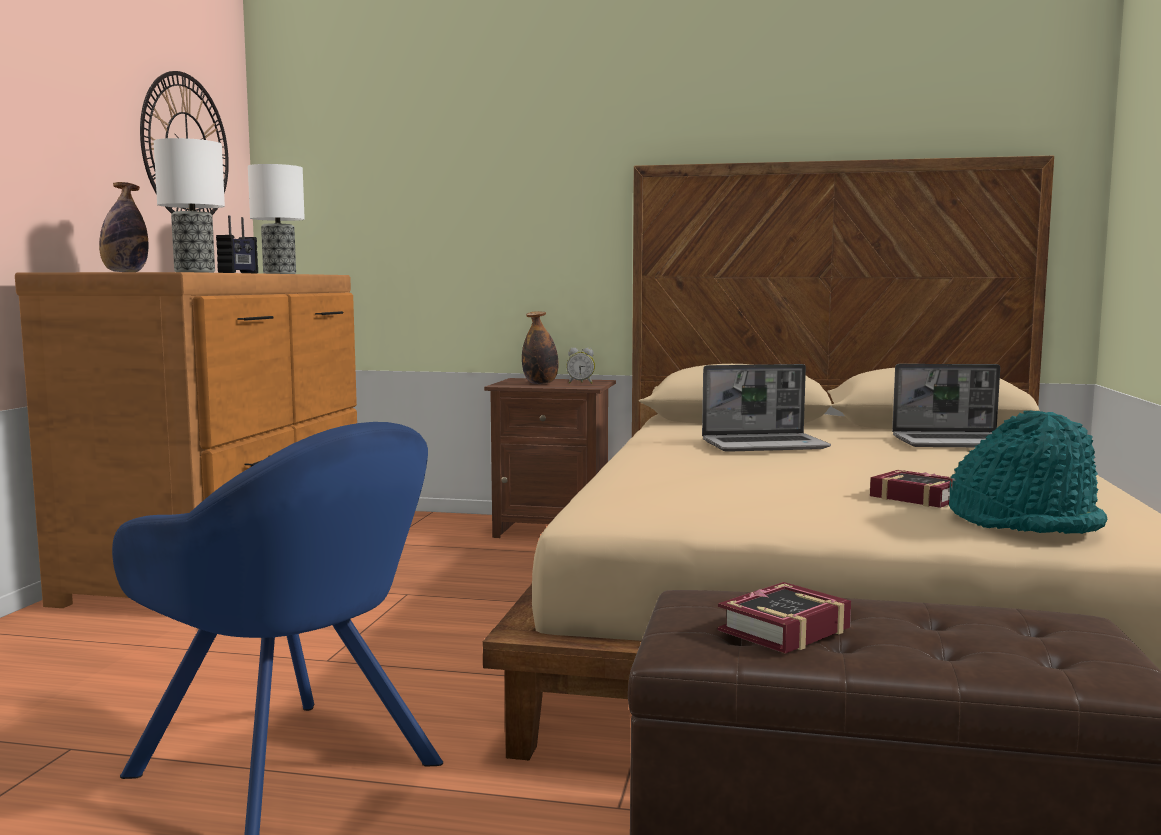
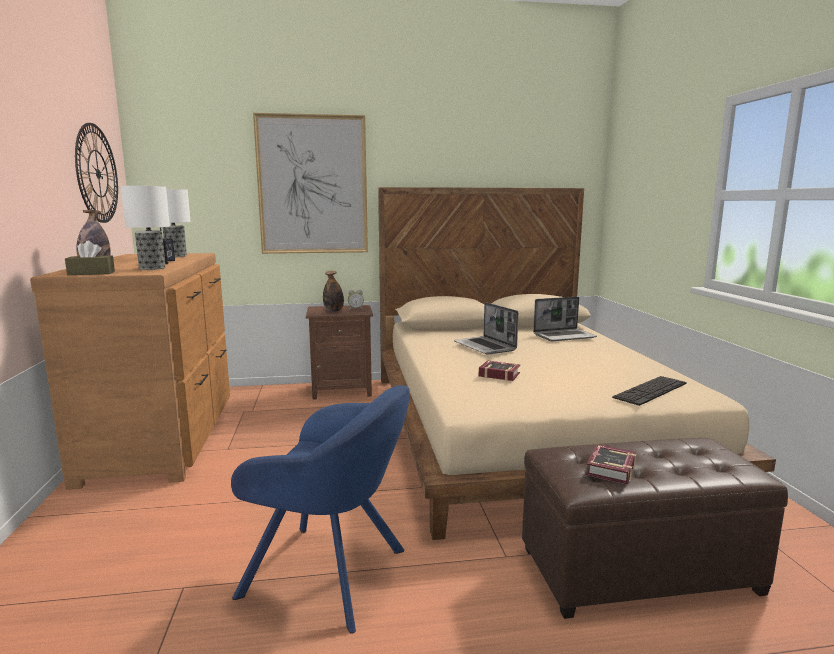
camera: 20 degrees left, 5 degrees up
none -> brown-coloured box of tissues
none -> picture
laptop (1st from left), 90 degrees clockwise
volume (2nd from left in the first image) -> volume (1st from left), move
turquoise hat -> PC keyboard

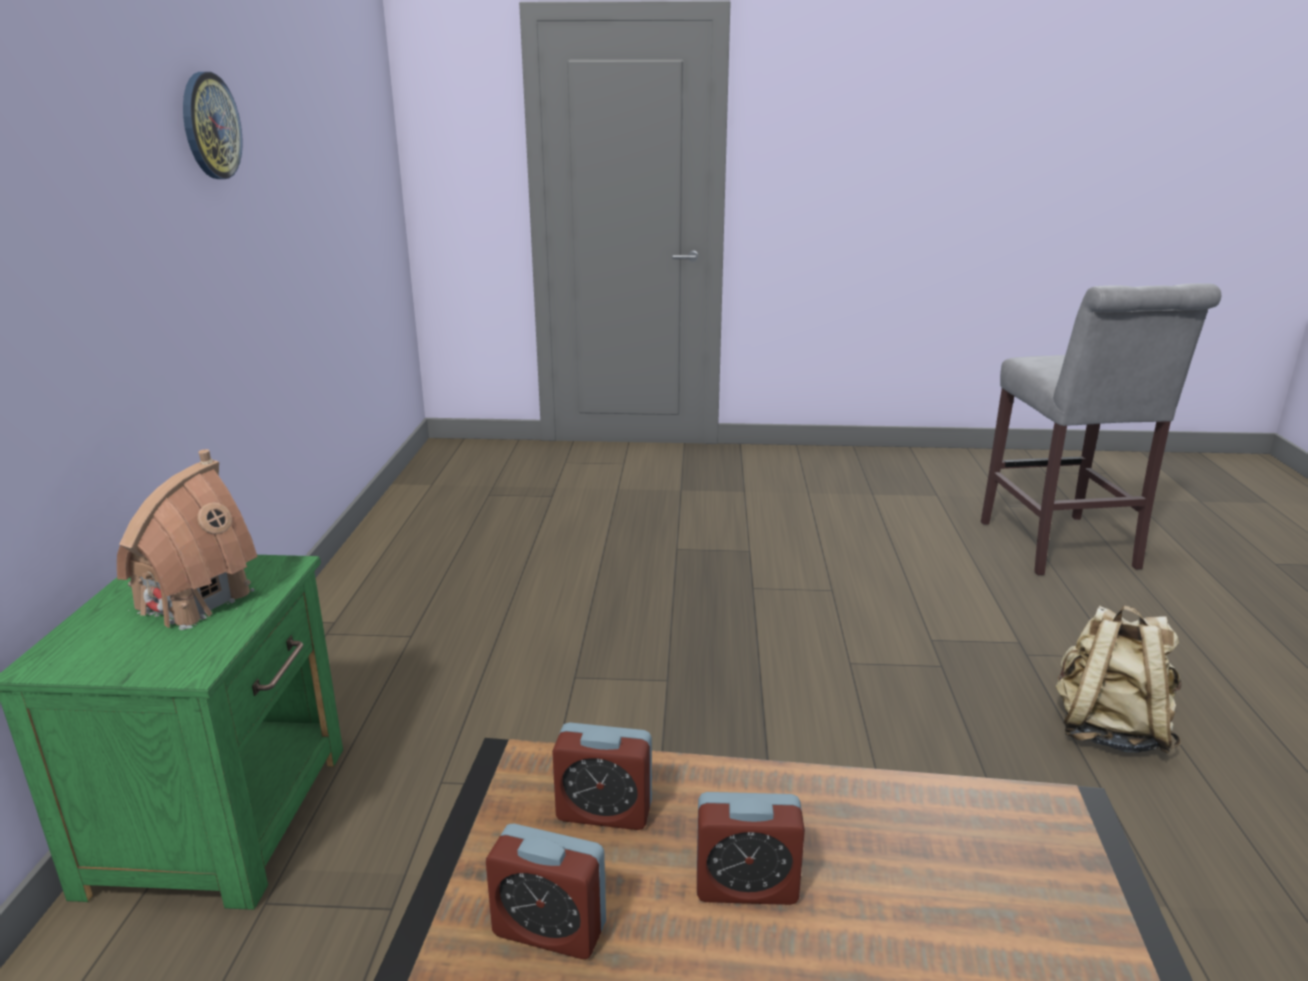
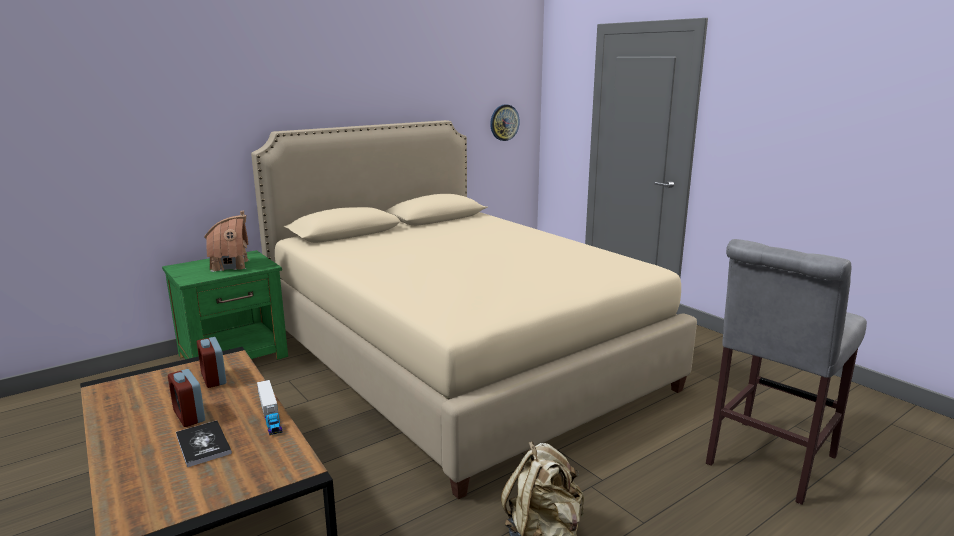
camera: 50 degrees right, 5 degrees down
none -> volume
none -> beige-coloured sleeping bed
none -> model truck
hanging clock, move
alarm clock (1st from left) -> none

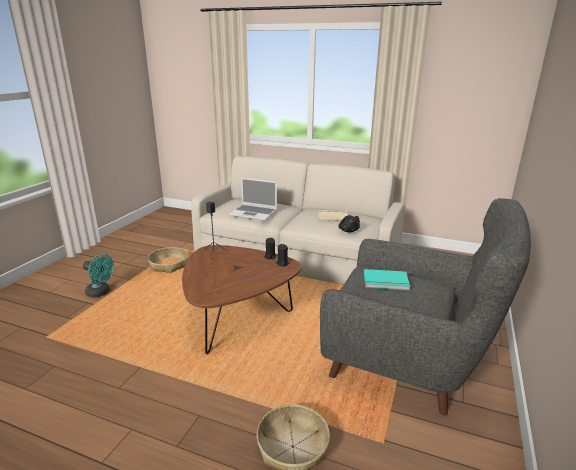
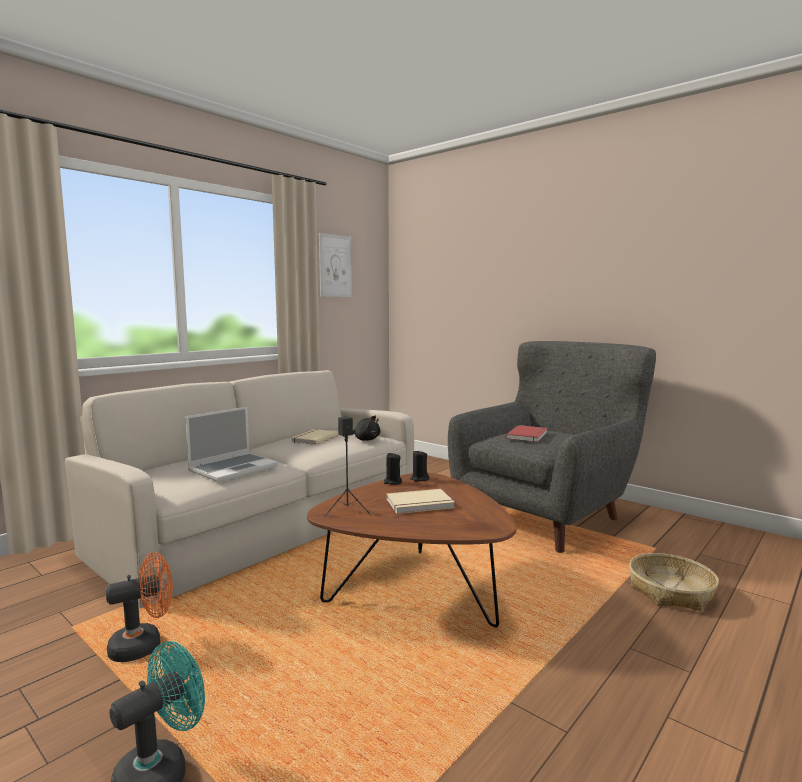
camera: 70 degrees left, 15 degrees down
basket (1st from left) -> orange-coloured cooling fan
none -> picture
none -> beige-coloured volume (2nd from left)
turquoise volume -> red-coloured volume

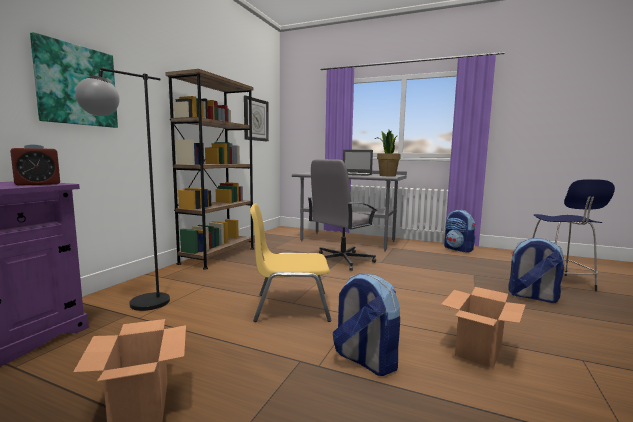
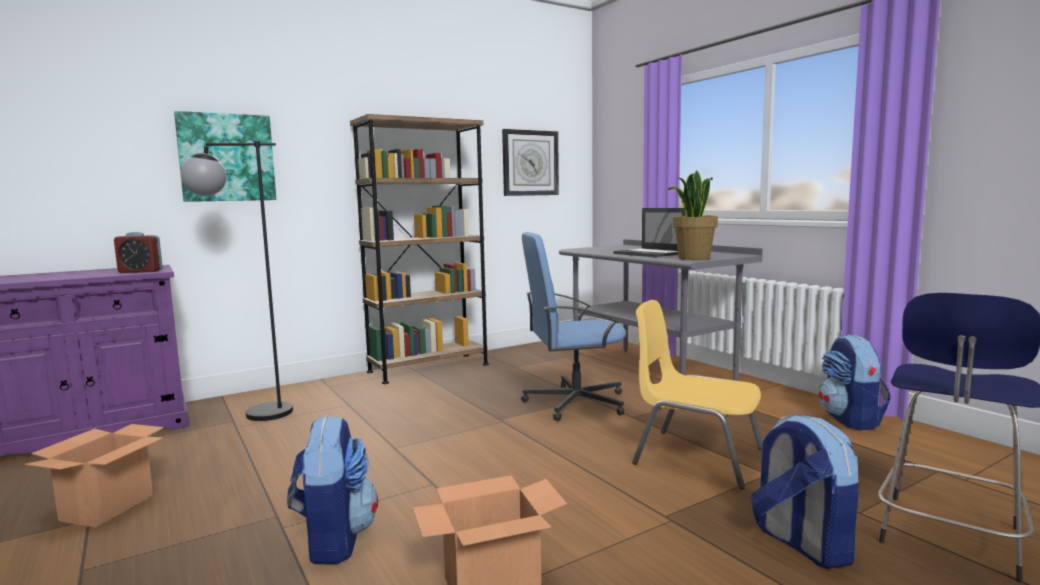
camera: 35 degrees right, 0 degrees up
gray office chair -> blue office chair
yellowish chair, move

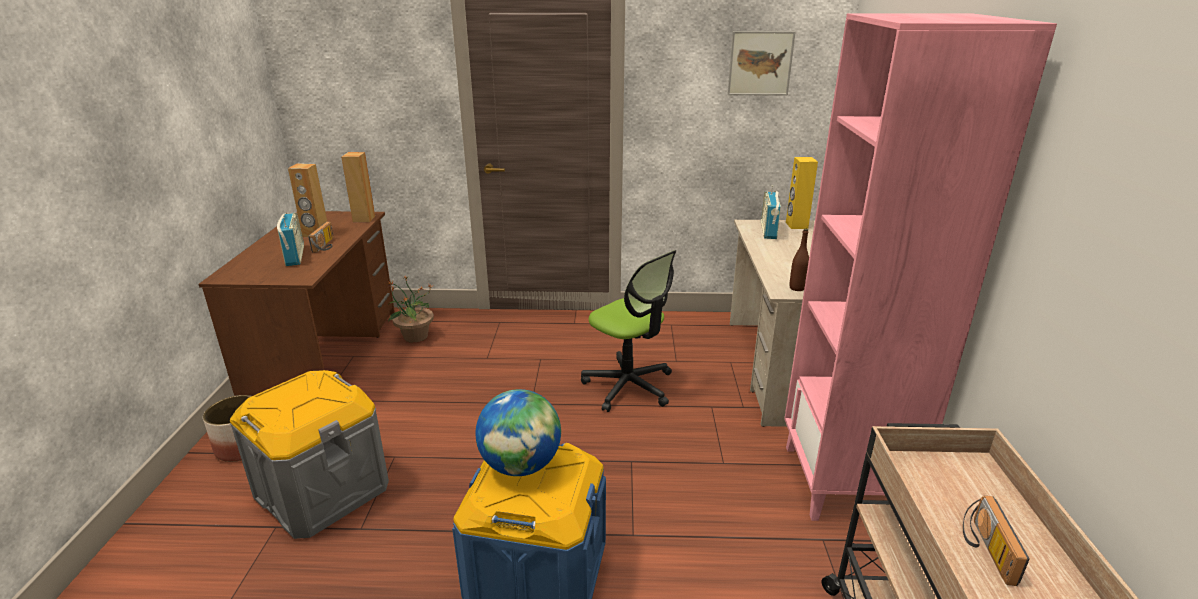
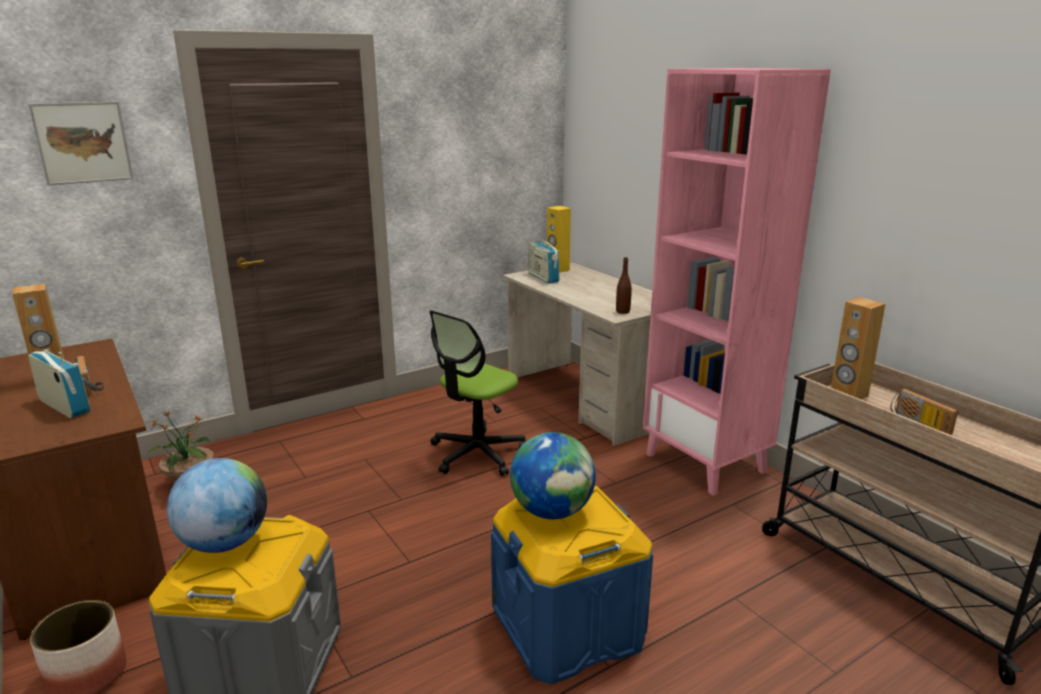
camera: 35 degrees left, 5 degrees down
picture, move
none -> world globe (1st from left)
office chair, 120 degrees clockwise
brown-coloured speaker (2nd from left), move

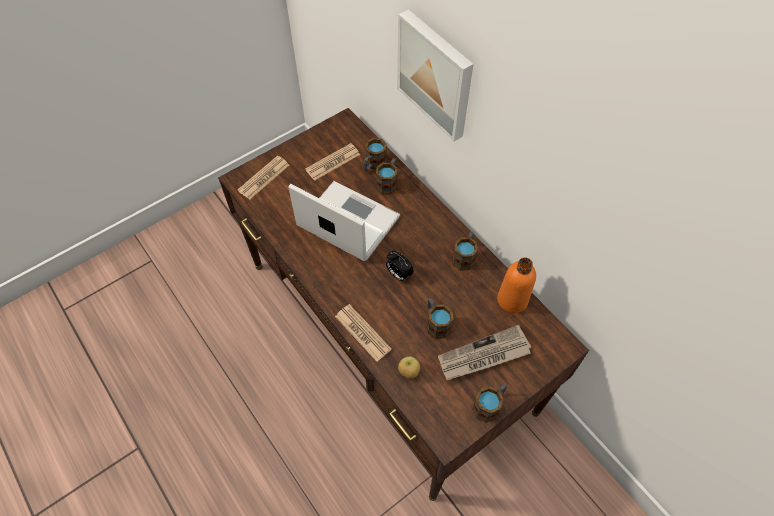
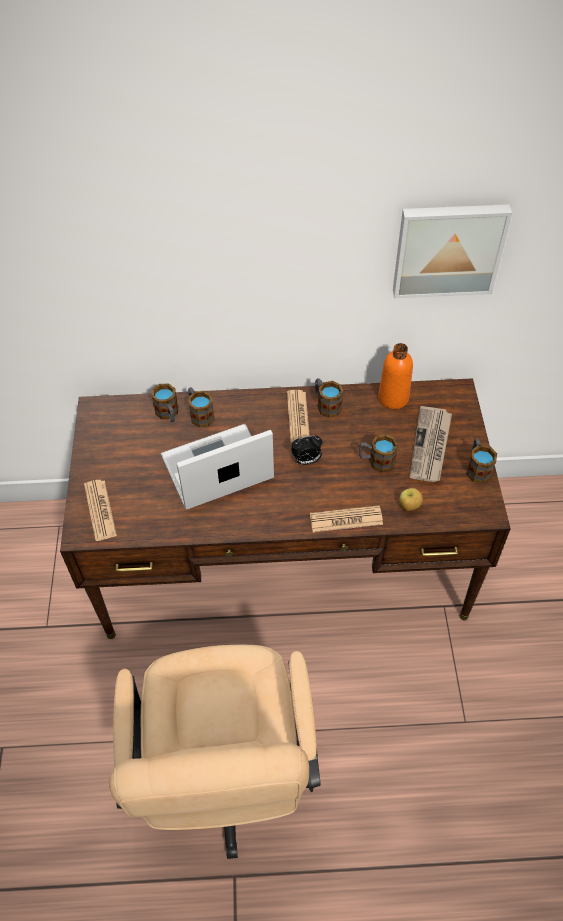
camera: 55 degrees left, 5 degrees down
none -> beige-coloured office chair
printed paper (2nd from left), move
picture, move

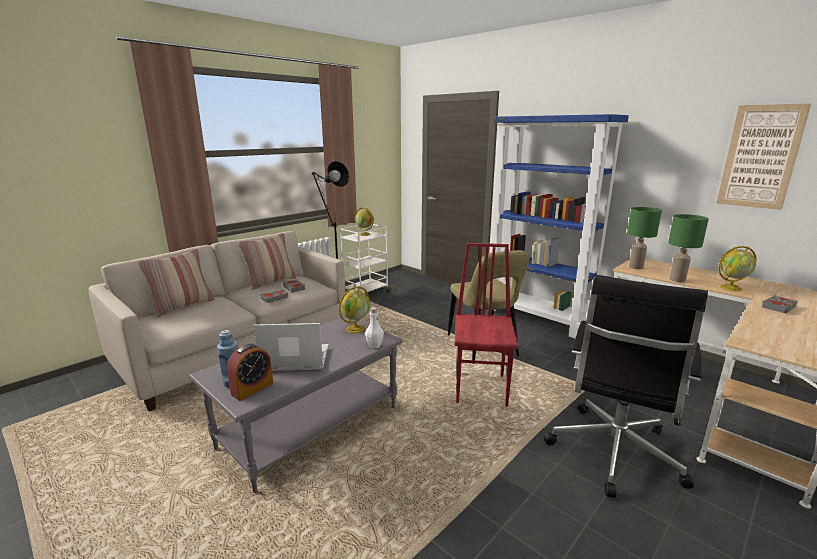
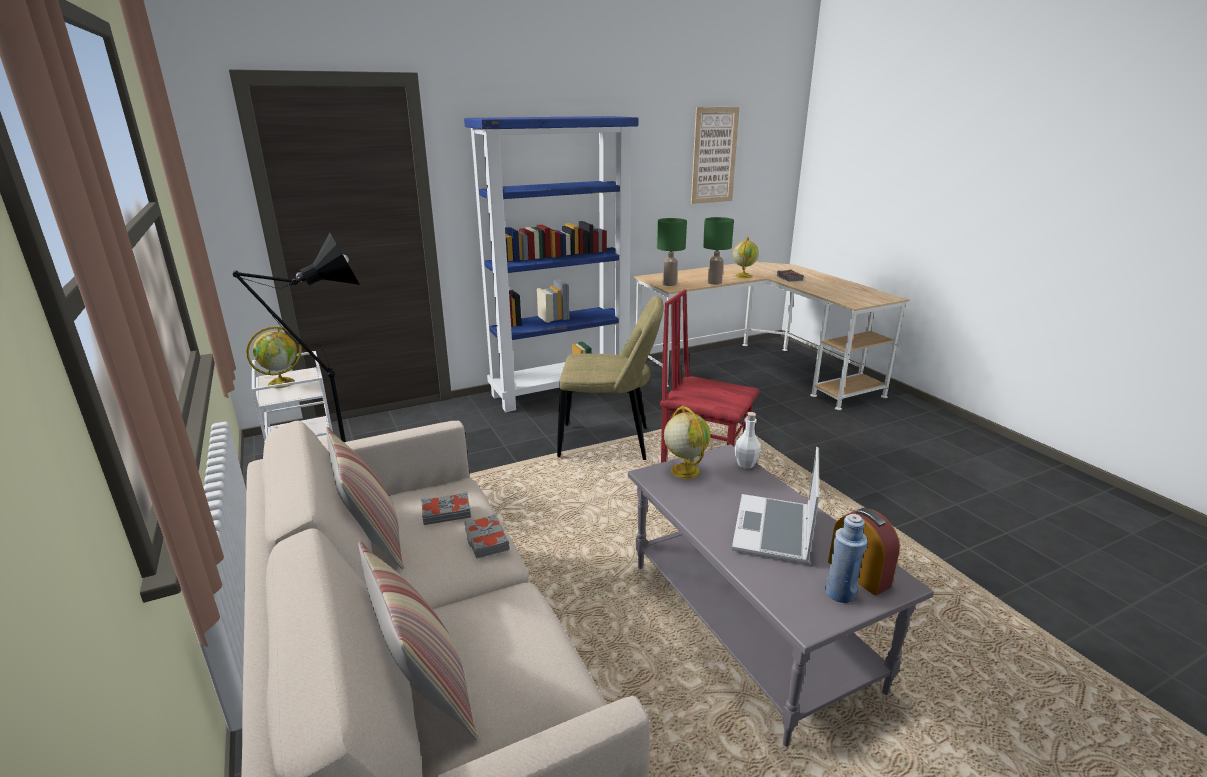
camera: 70 degrees left, 5 degrees up
black office chair -> none

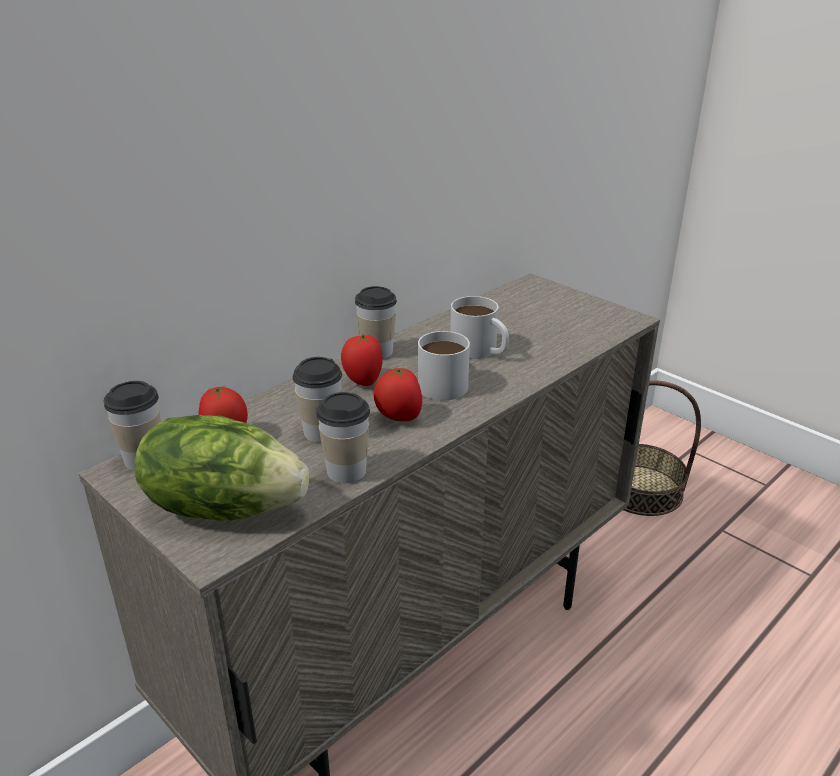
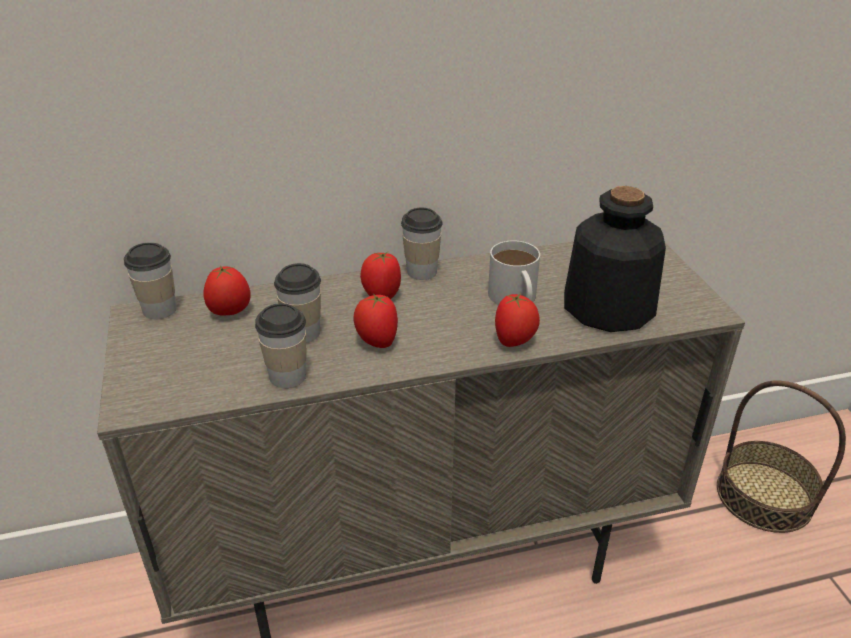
camera: 30 degrees right, 5 degrees up
none -> fresh tomato (4th from left)
none -> beverage bottle
head of lettuce -> none
white coffee mug (1st from left) -> none

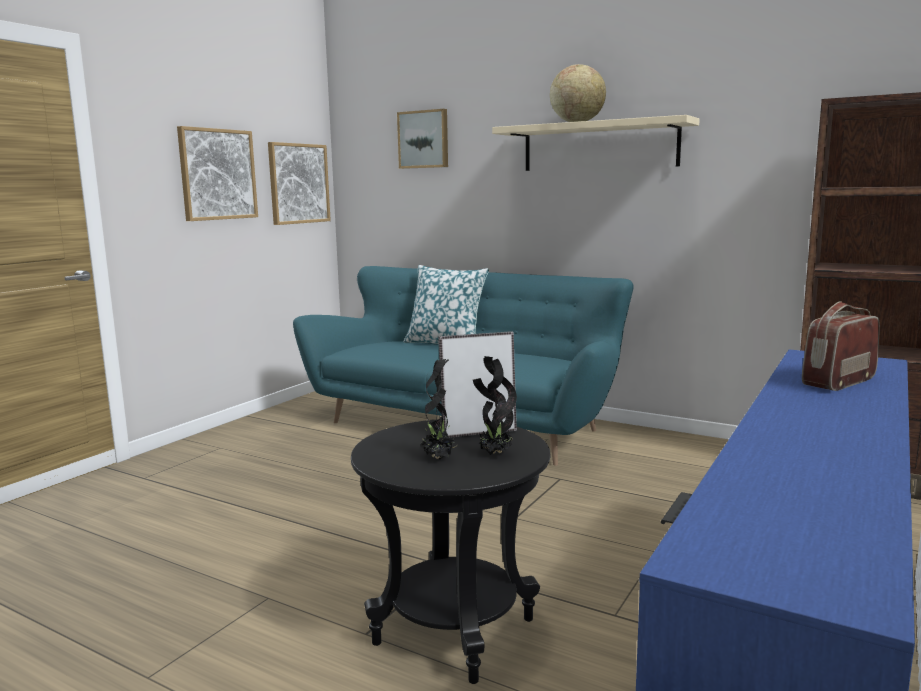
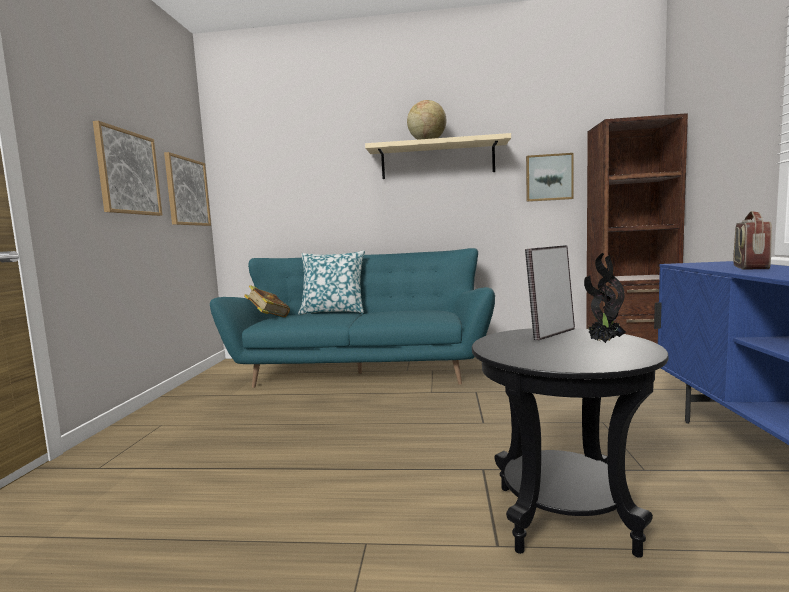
camera: 25 degrees left, 5 degrees down
none -> volume
picture (3rd from left), move
plant in a pot (1st from left) -> none

